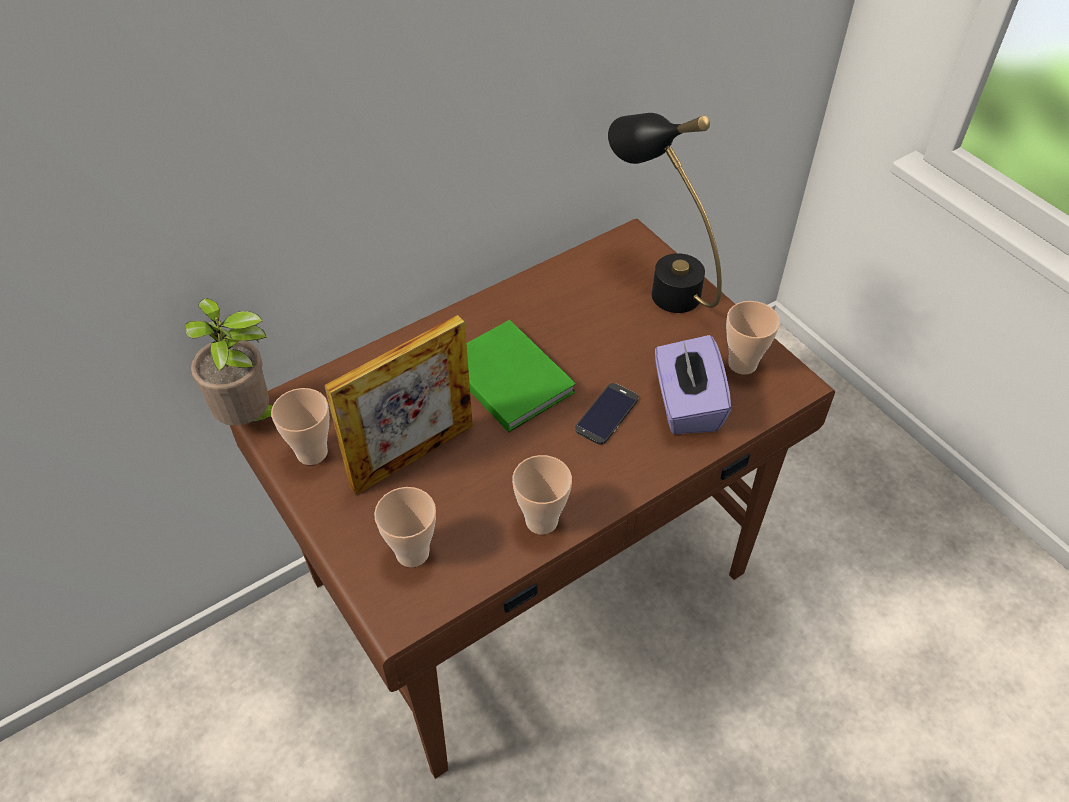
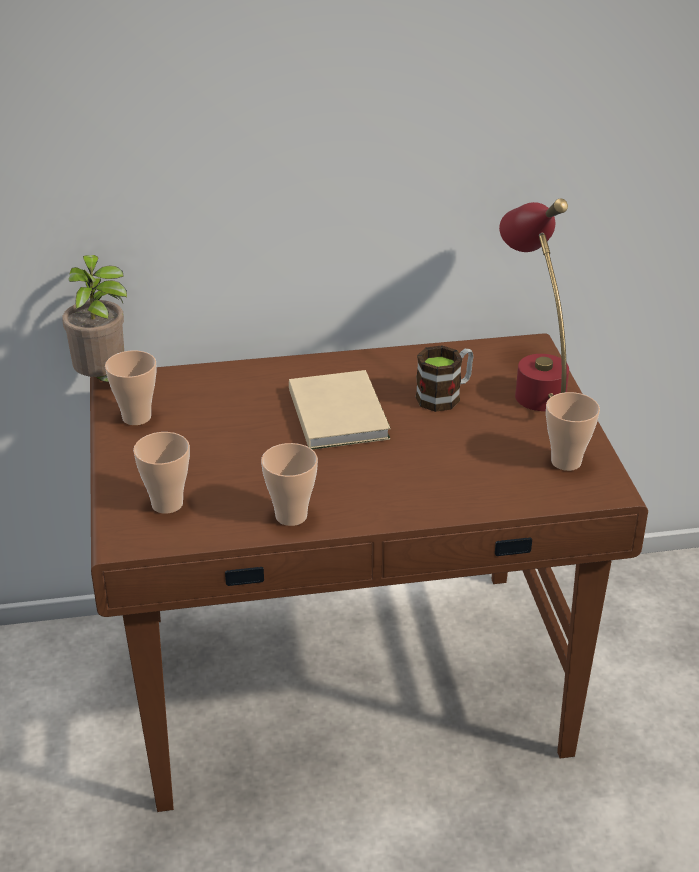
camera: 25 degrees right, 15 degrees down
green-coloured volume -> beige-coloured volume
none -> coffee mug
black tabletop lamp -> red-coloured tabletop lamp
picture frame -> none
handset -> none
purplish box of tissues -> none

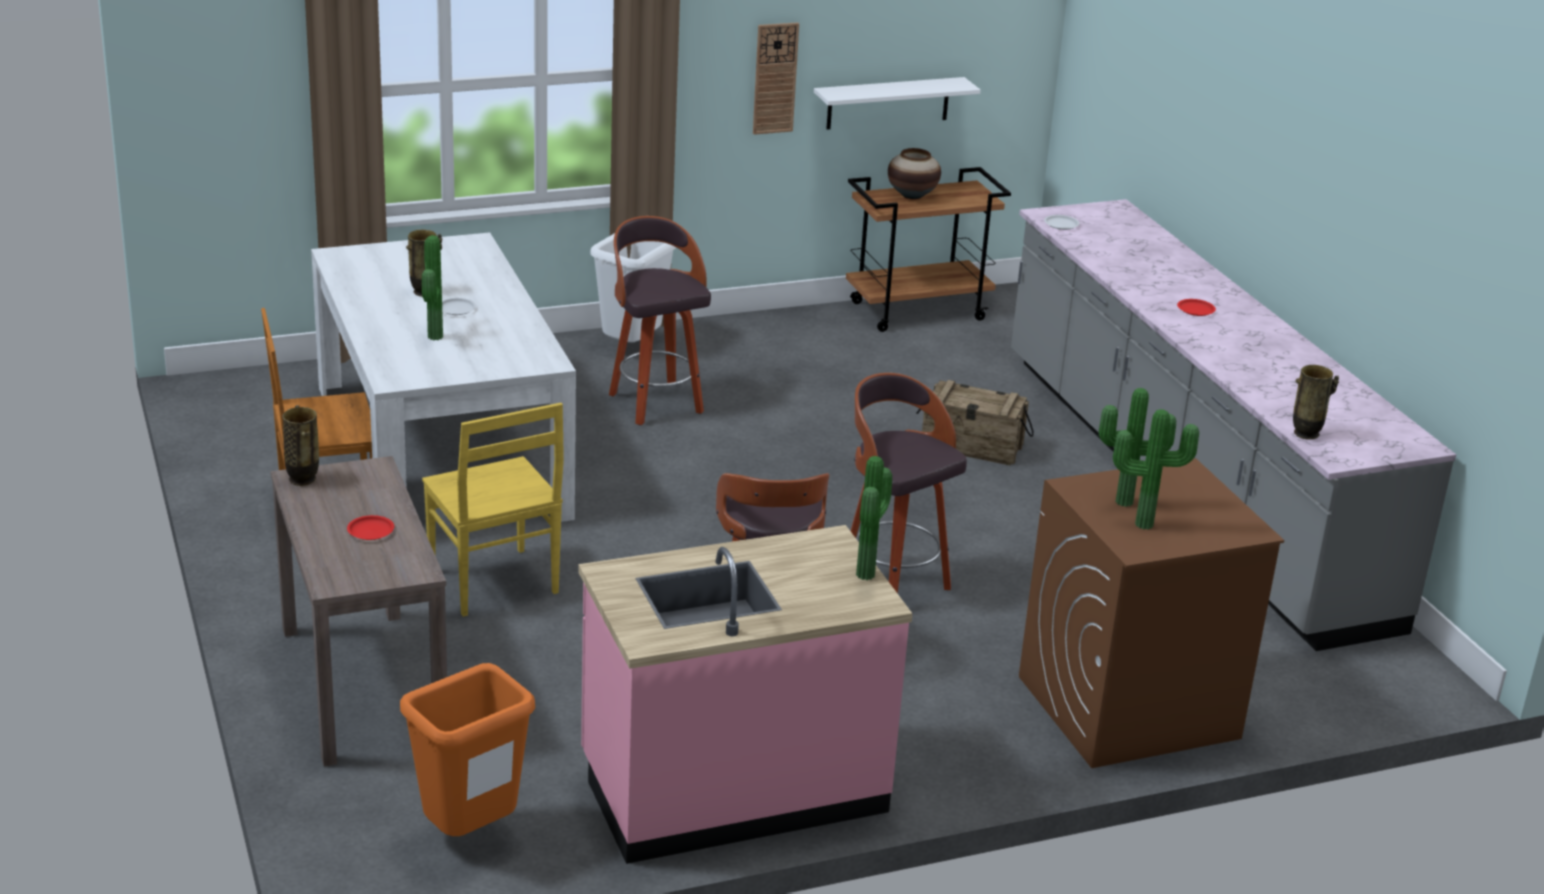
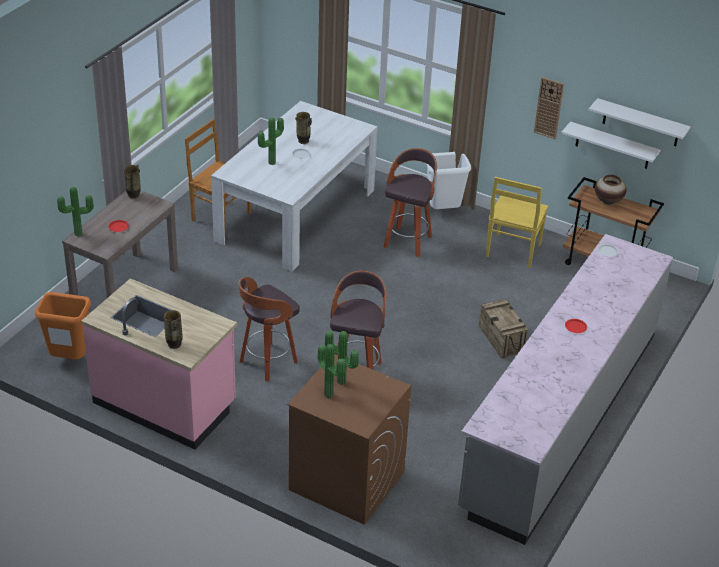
camera: 50 degrees right, 10 degrees up
plant in a pot (2nd from left in the first image) -> plant in a pot (1st from left), move
vase (4th from left in the first image) -> vase (2nd from left), move
yellowish chair, move
none -> white wall shelf (2nd from left)

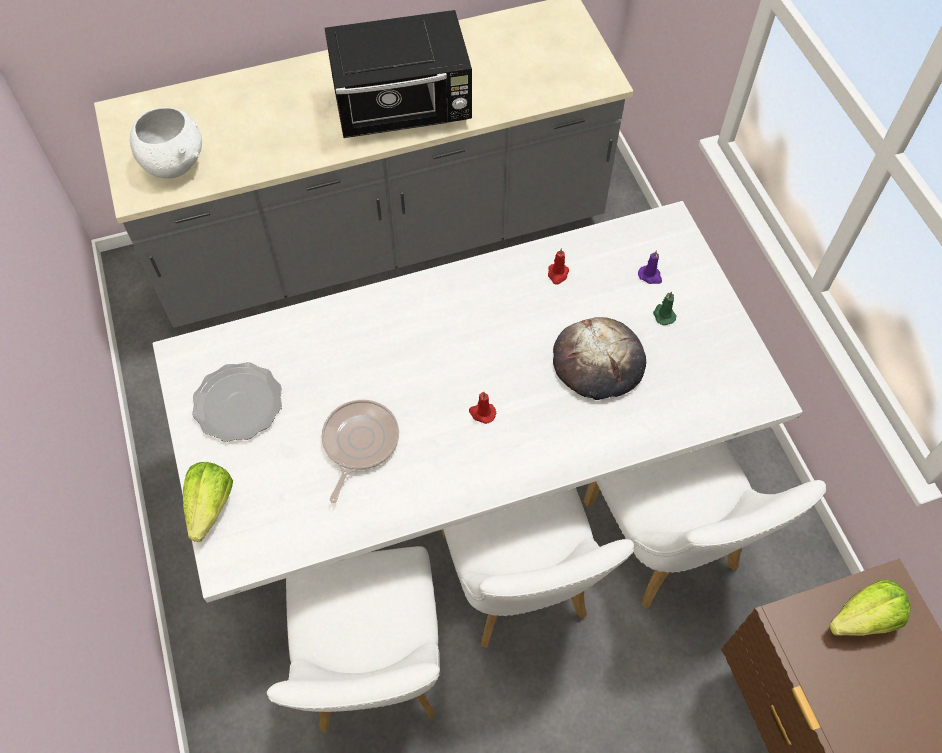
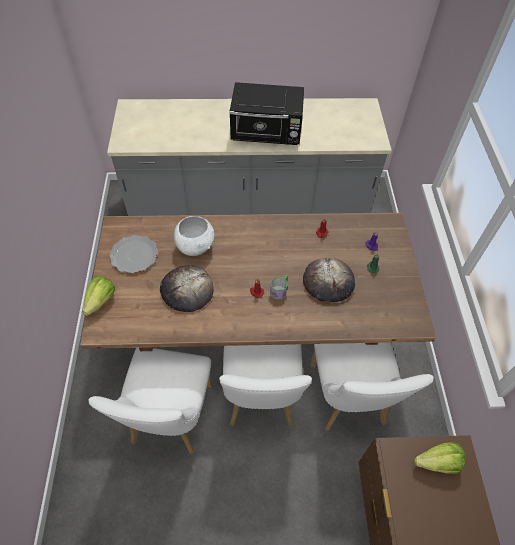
camera: 15 degrees right, 5 degrees down
white kitchen table -> brown-coloured kitchen table
pan -> bread (1st from left)
white deep dish, move
none -> coffee mug

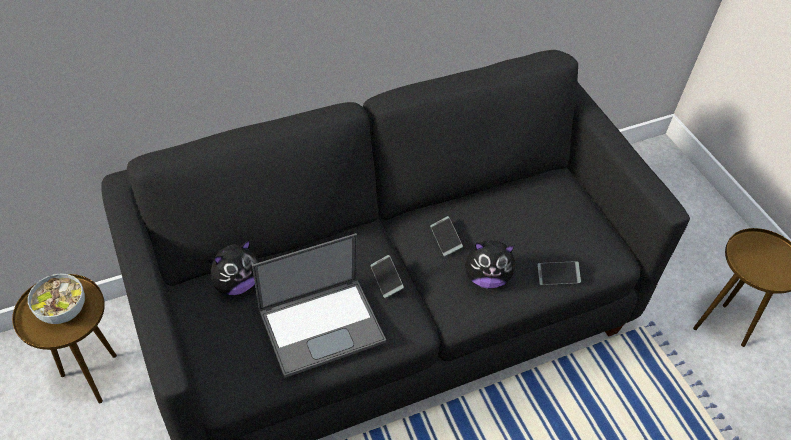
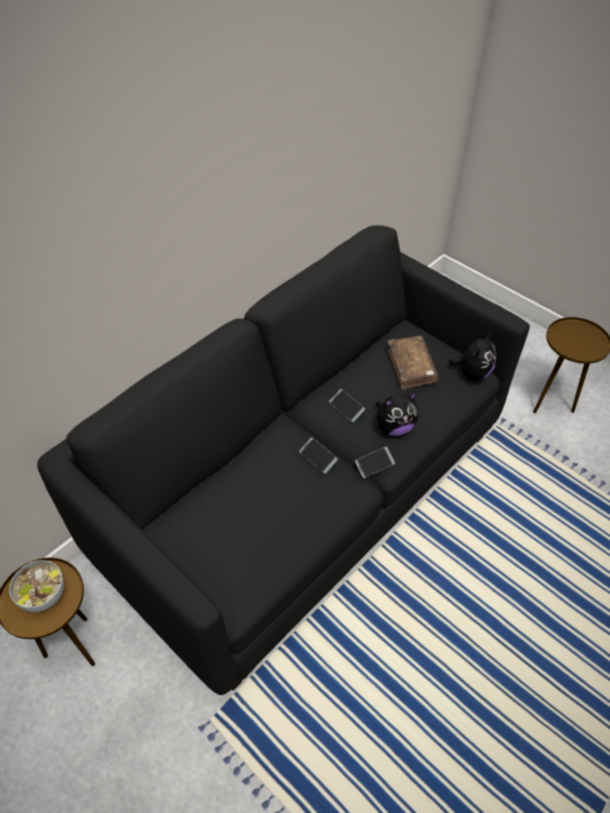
camera: 20 degrees left, 0 degrees up
handset (3rd from left), move
none -> brown-coloured volume
soft toy (1st from left in the first image) -> soft toy (2nd from left), move
laptop -> none

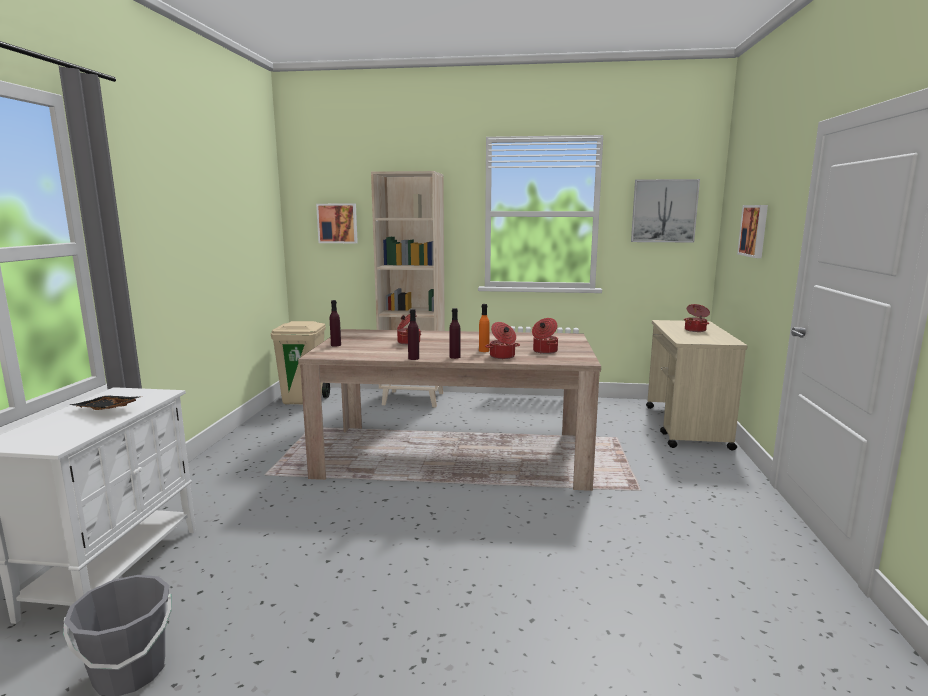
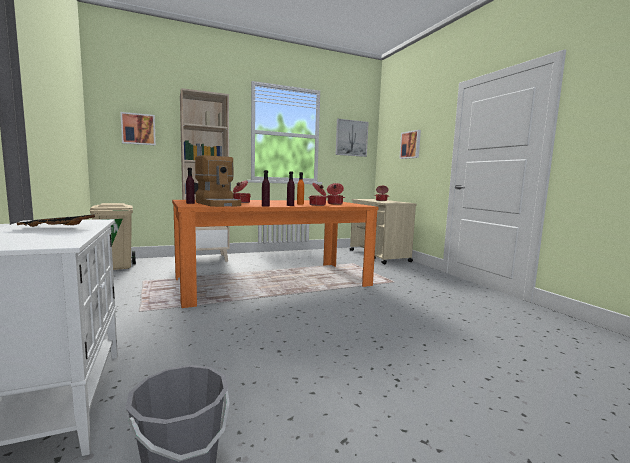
camera: 30 degrees left, 5 degrees down
beige-coloured kitchen table -> orange-coloured kitchen table
none -> coffee machine

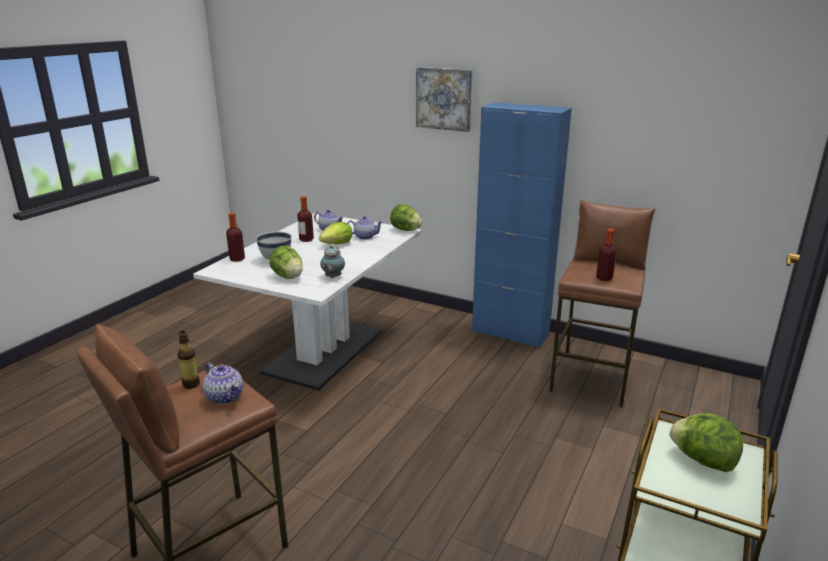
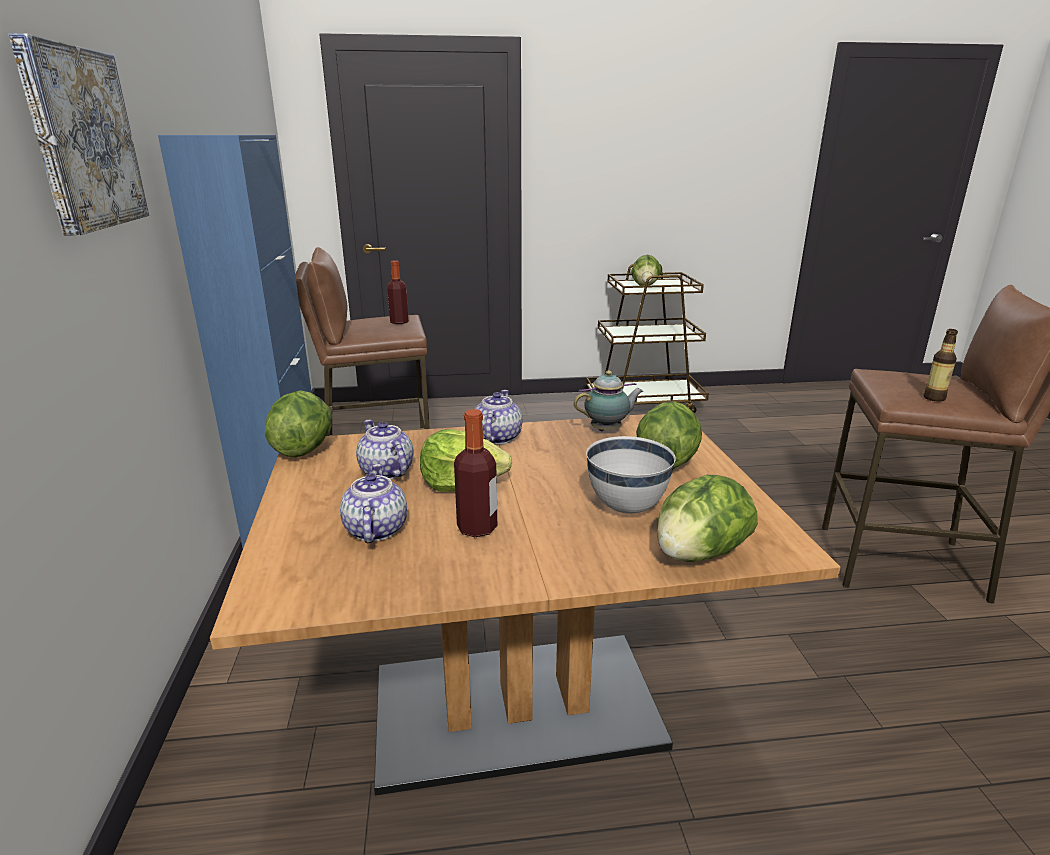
camera: 125 degrees left, 0 degrees up
white kitchen table -> brown-coloured kitchen table
tea pot (1st from left in the first image) -> tea pot (3rd from left), move
beverage bottle (2nd from left) -> head of lettuce (5th from left)

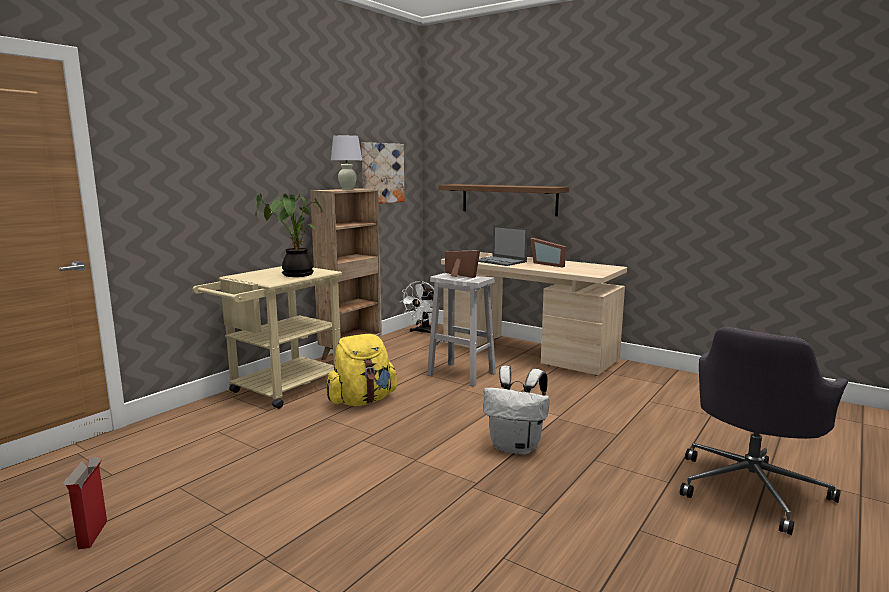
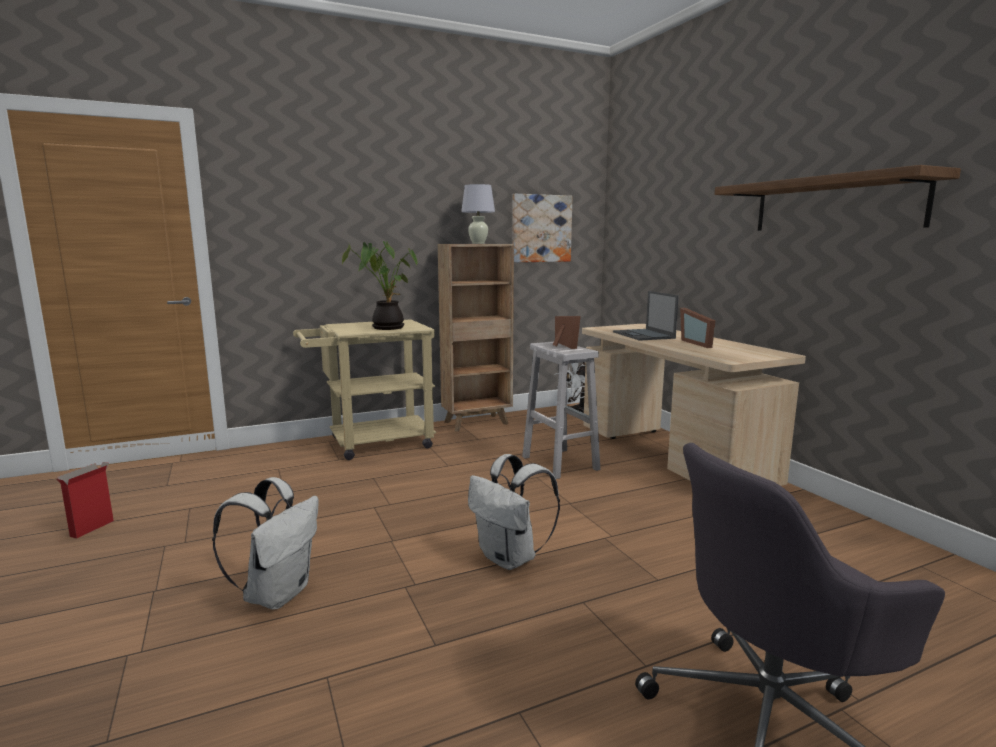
camera: 30 degrees right, 0 degrees up
none -> white rucksack (1st from left)
wall shelf, move
yellowish rucksack -> none

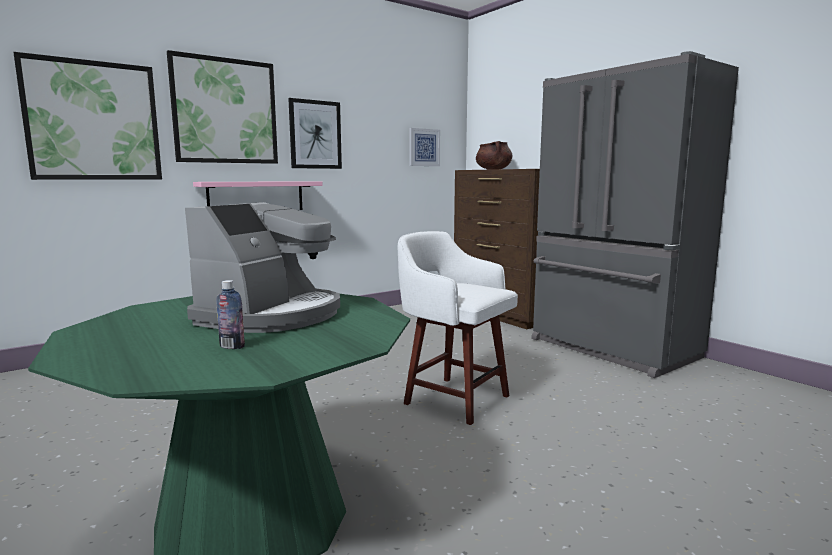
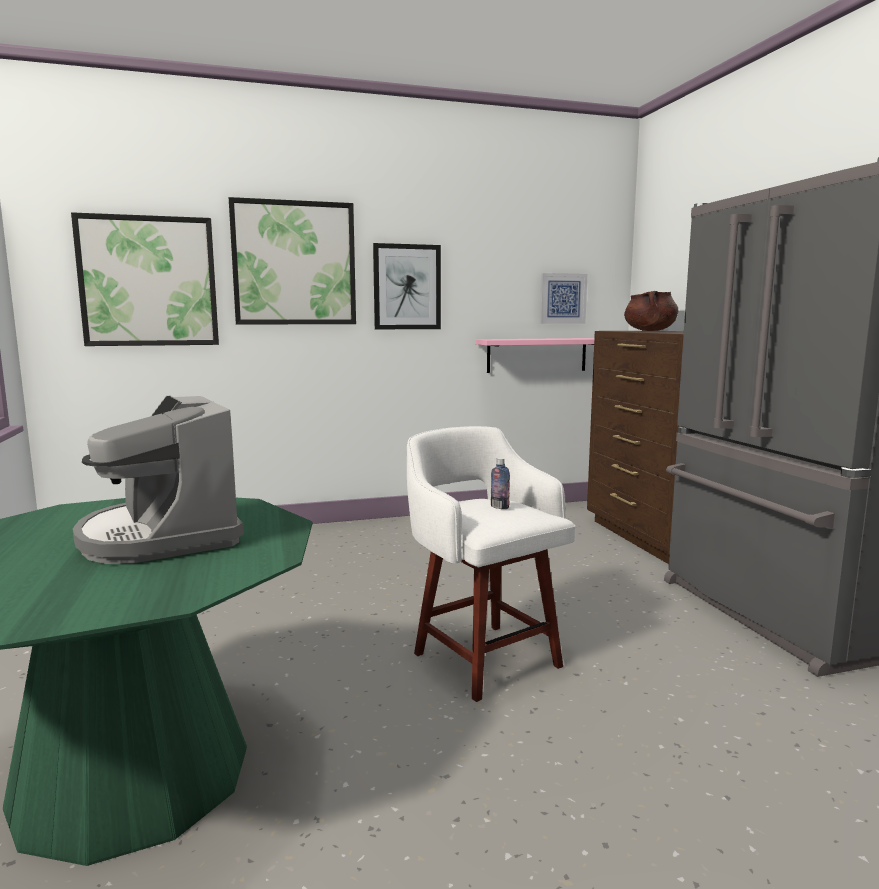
camera: 20 degrees right, 0 degrees up
coffee machine, 105 degrees clockwise
pink wall shelf, move
beverage bottle, move

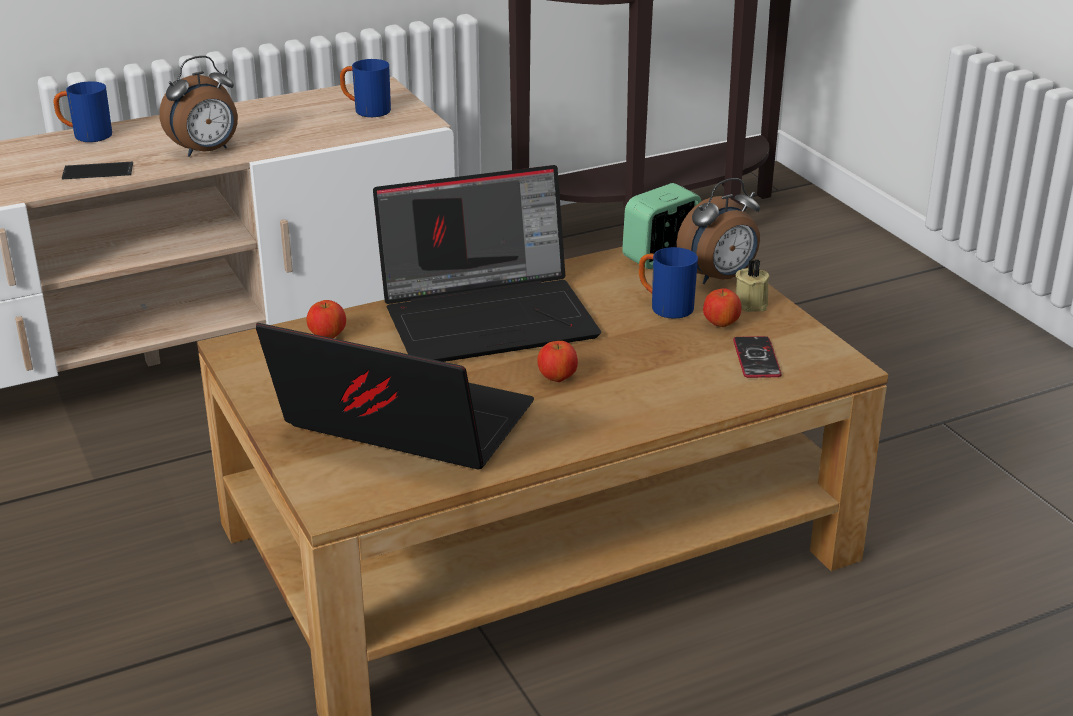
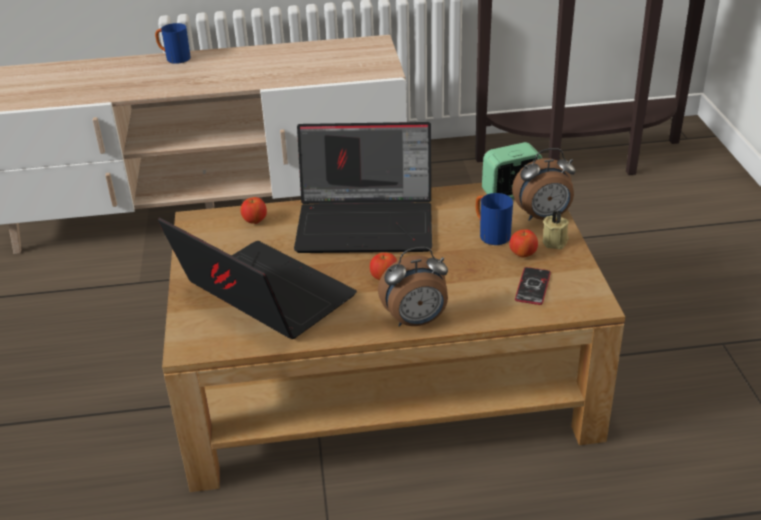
camera: 20 degrees right, 5 degrees up
alarm clock (1st from left), move
handset (1st from left) -> none
blue coffee mug (2nd from left) -> none

